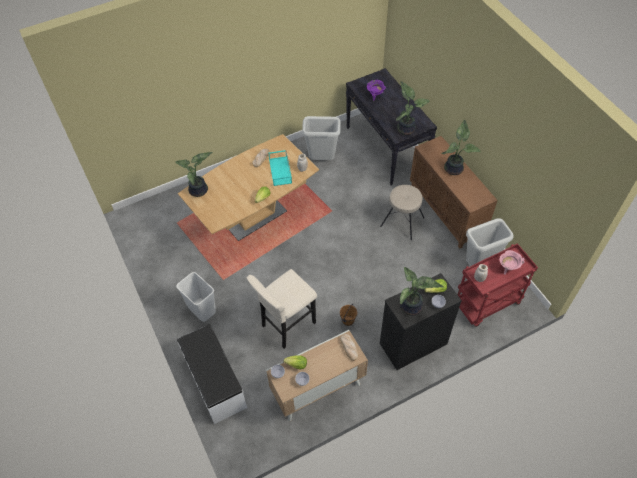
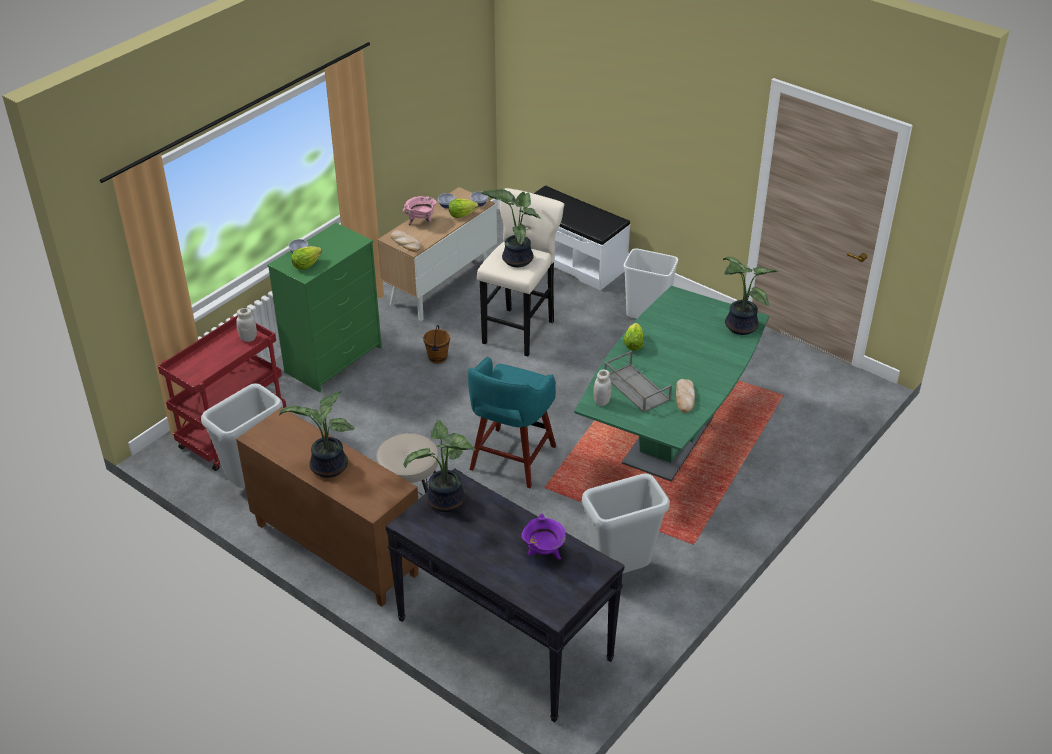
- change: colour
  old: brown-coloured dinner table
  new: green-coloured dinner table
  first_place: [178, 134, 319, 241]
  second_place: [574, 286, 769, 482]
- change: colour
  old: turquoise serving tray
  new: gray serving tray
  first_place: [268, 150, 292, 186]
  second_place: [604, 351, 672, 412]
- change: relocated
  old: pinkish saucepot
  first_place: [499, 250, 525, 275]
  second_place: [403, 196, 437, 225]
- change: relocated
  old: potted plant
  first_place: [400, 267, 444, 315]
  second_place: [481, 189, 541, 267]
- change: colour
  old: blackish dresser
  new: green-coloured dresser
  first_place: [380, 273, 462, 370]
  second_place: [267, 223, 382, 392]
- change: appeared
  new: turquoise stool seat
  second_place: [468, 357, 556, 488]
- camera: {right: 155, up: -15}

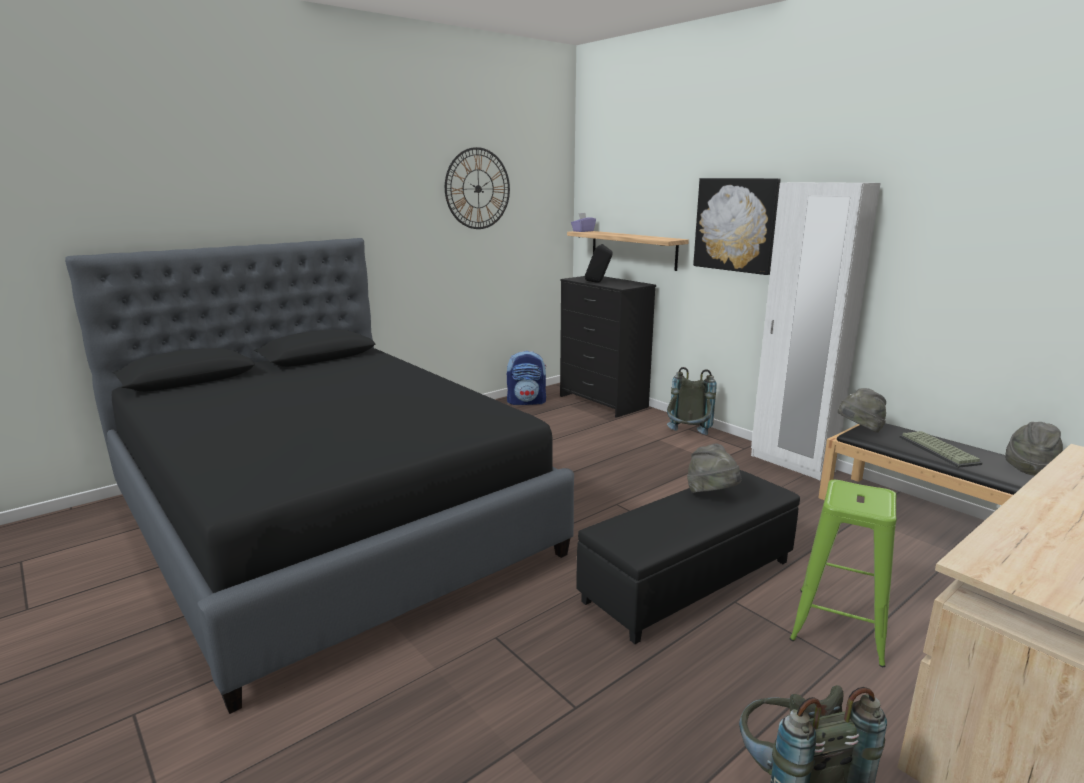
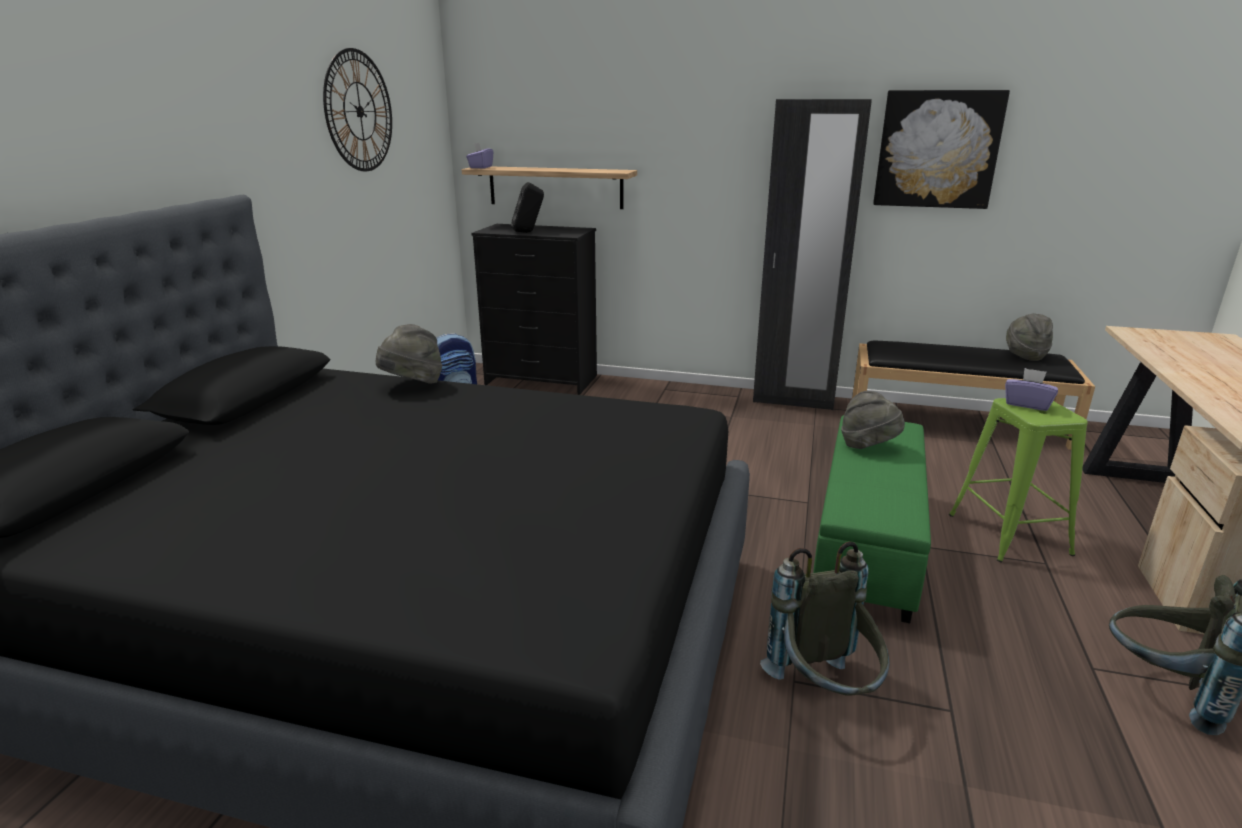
- change: relocated
  old: wall art
  first_place: [693, 178, 780, 275]
  second_place: [873, 90, 1010, 209]
- change: colour
  old: white-coloured wardrobe
  new: blackish wardrobe
  first_place: [751, 182, 881, 480]
  second_place: [753, 99, 872, 410]
- change: relocated
  old: gray knapsack
  first_place: [667, 367, 717, 435]
  second_place: [760, 541, 890, 696]
- change: relocated
  old: gray wearable hat
  first_place: [838, 388, 886, 432]
  second_place: [376, 324, 442, 384]
- change: missing
  old: computer keyboard
  first_place: [899, 431, 982, 468]
- change: colour
  old: blackish footrest
  new: green-coloured footrest
  first_place: [576, 470, 800, 644]
  second_place: [813, 415, 931, 623]
- change: appeared
  new: purplish box of tissues
  second_place: [1005, 368, 1058, 411]
- camera: {right: -35, up: 5}

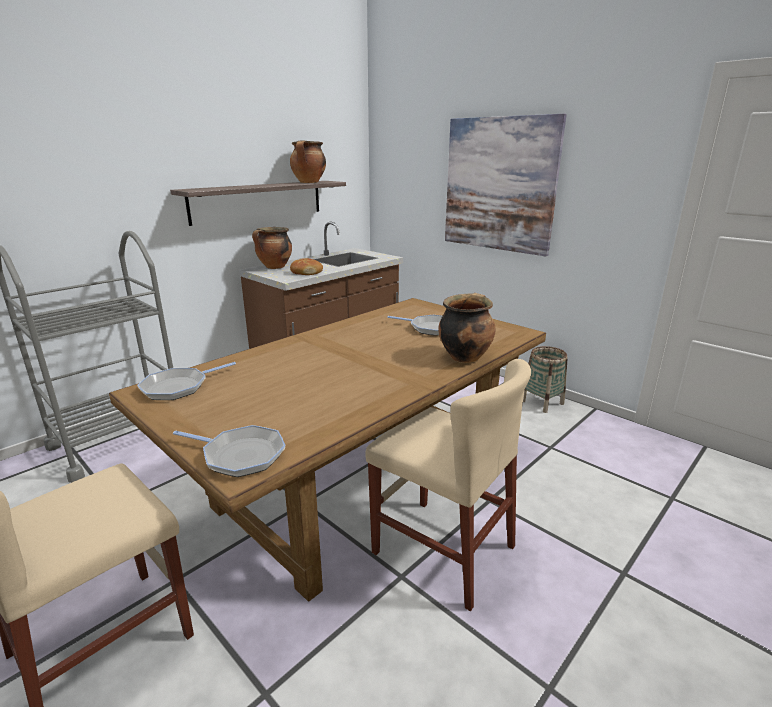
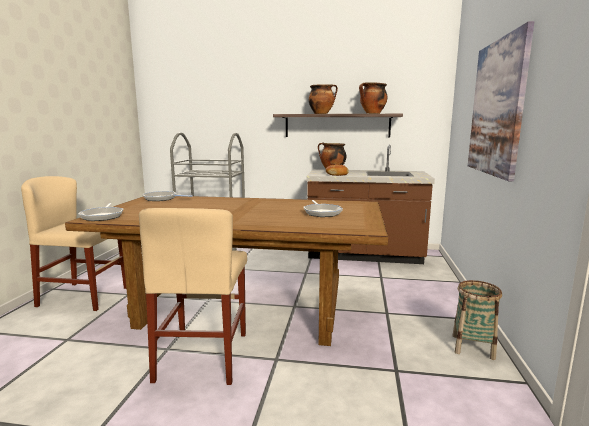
- change: relocated
  old: saucepot
  first_place: [438, 293, 495, 363]
  second_place: [308, 84, 338, 114]
- camera: {right: 55, up: -10}

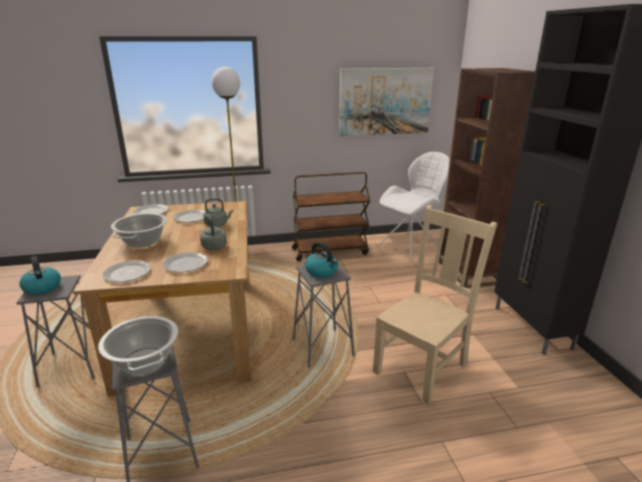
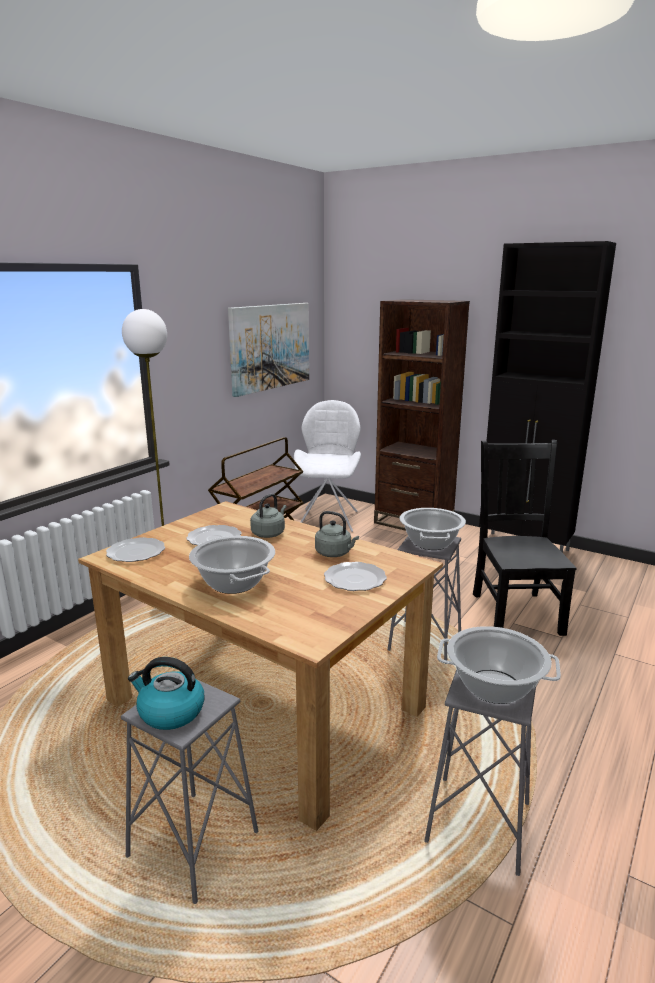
- change: colour
  old: sand-coloured chair
  new: blackish chair
  first_place: [373, 205, 497, 405]
  second_place: [473, 440, 577, 636]
- change: exchanged
  old: water kettle
  new: saucepot
  first_place: [305, 242, 338, 278]
  second_place: [399, 508, 466, 550]
- change: missing
  old: flat dish
  first_place: [103, 260, 151, 282]
- camera: {right: -45, up: -5}

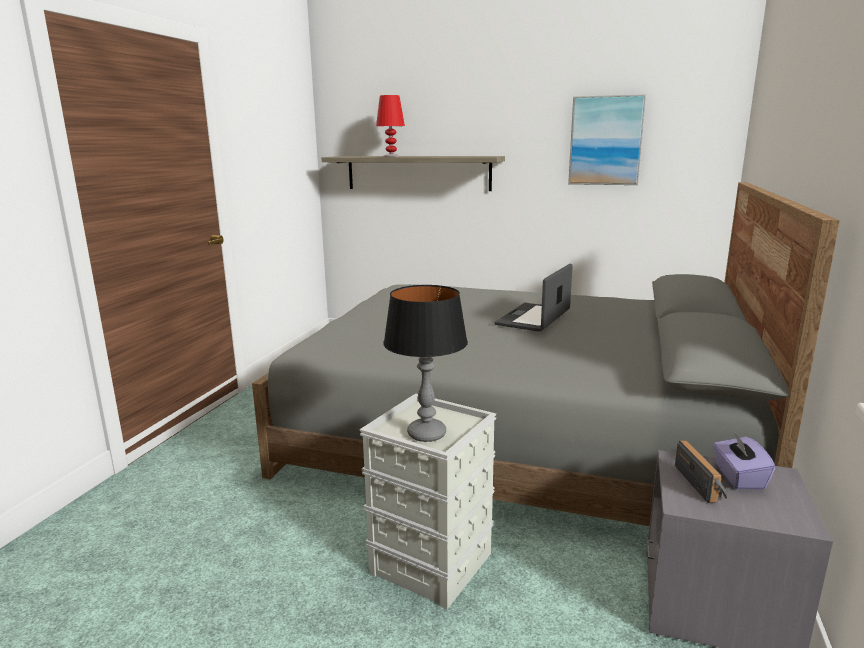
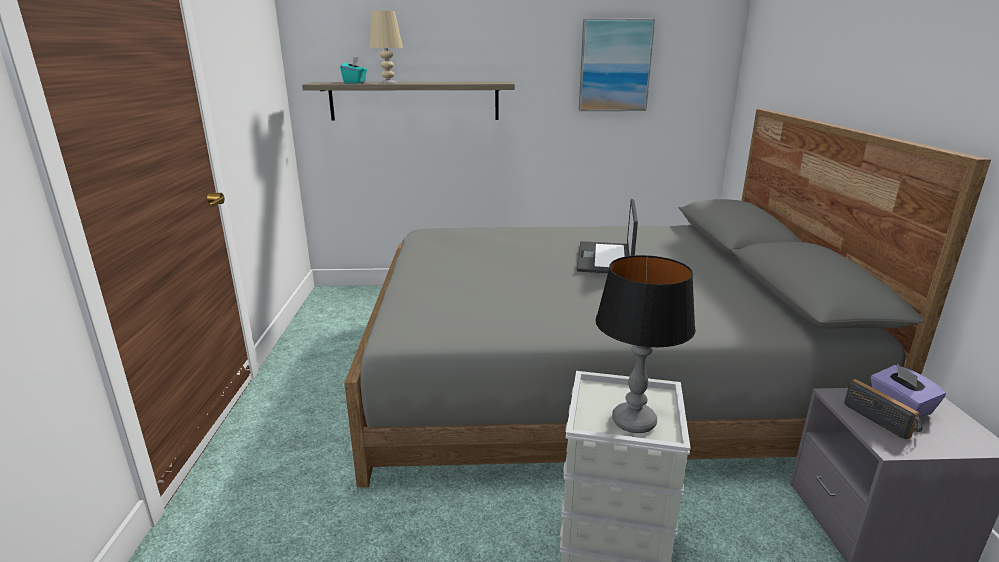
- change: colour
  old: red-coloured lamp for a table
  new: sand-coloured lamp for a table
  first_place: [376, 95, 405, 157]
  second_place: [369, 11, 403, 84]
- change: appeared
  new: turquoise box of tissues
  second_place: [340, 57, 367, 83]
- camera: {right: -20, up: 5}

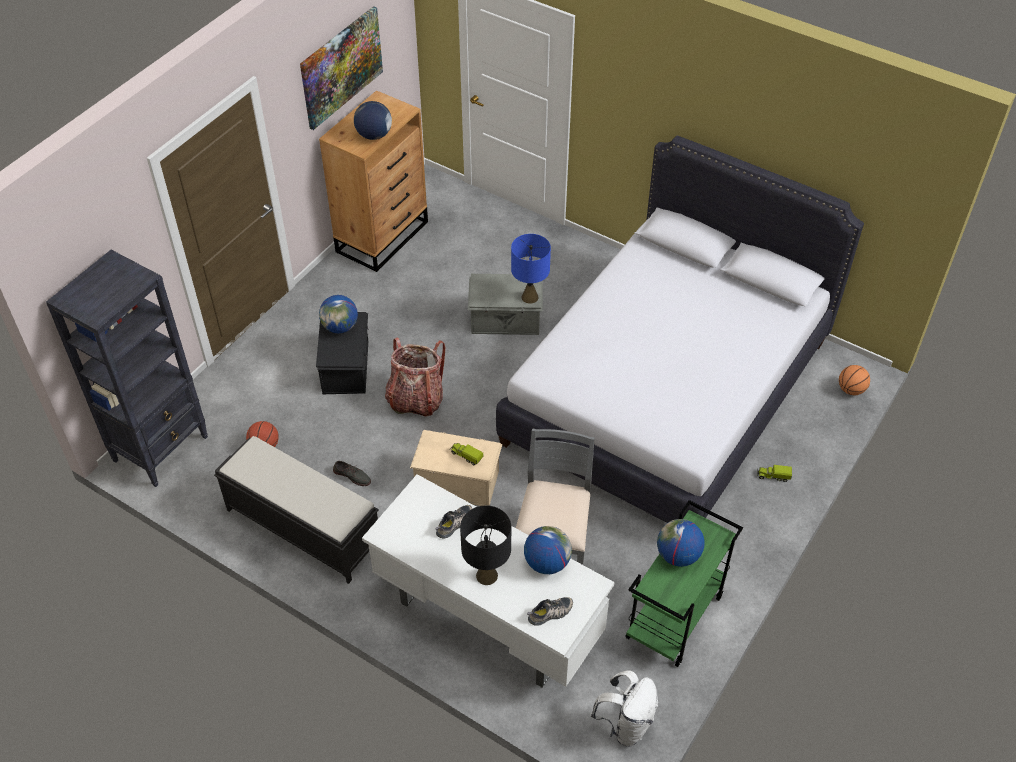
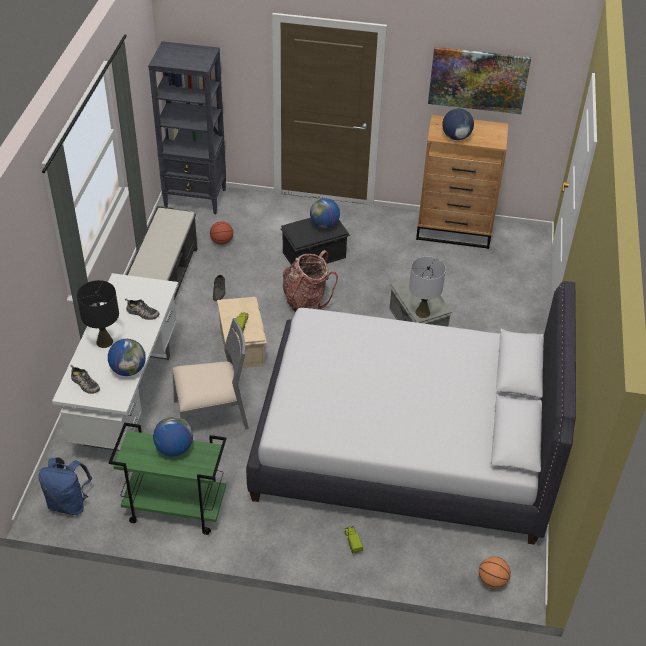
- change: colour
  old: bluish lamp for a table
  new: gray lamp for a table
  first_place: [511, 234, 551, 304]
  second_place: [409, 257, 446, 318]
- change: colour
  old: white-coloured knapsack
  new: bluish knapsack
  first_place: [591, 670, 658, 747]
  second_place: [38, 457, 92, 515]
- camera: {right: 65, up: -5}

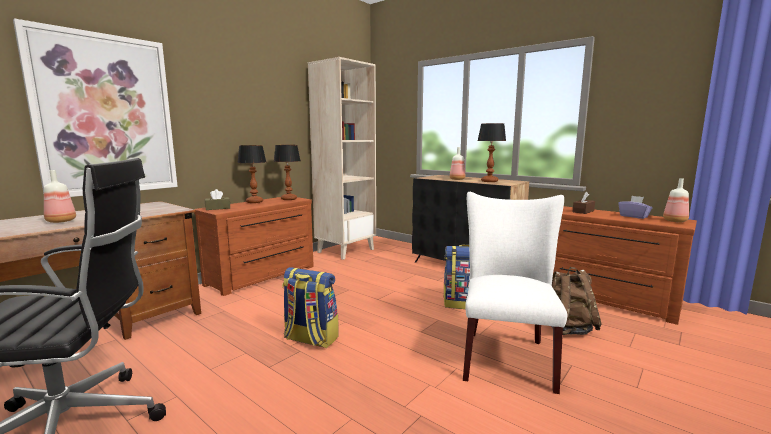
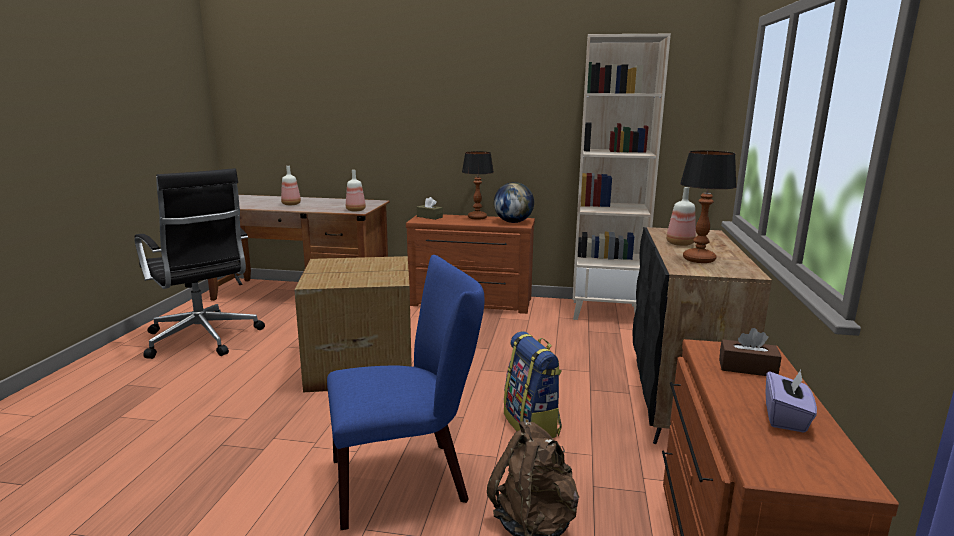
- change: missing
  old: wall art
  first_place: [13, 19, 178, 197]
- change: exchanged
  old: lamp for a table
  new: world globe
  first_place: [274, 145, 300, 200]
  second_place: [494, 182, 534, 223]
- change: relocated
  old: drink bottle
  first_place: [663, 178, 689, 222]
  second_place: [346, 170, 366, 211]
- change: colour
  old: white-coloured chair
  new: bluish chair
  first_place: [463, 192, 567, 394]
  second_place: [327, 255, 485, 530]
- change: exchanged
  old: knapsack
  new: packing box
  first_place: [282, 267, 338, 348]
  second_place: [294, 256, 412, 392]
- camera: {right: 60, up: 5}

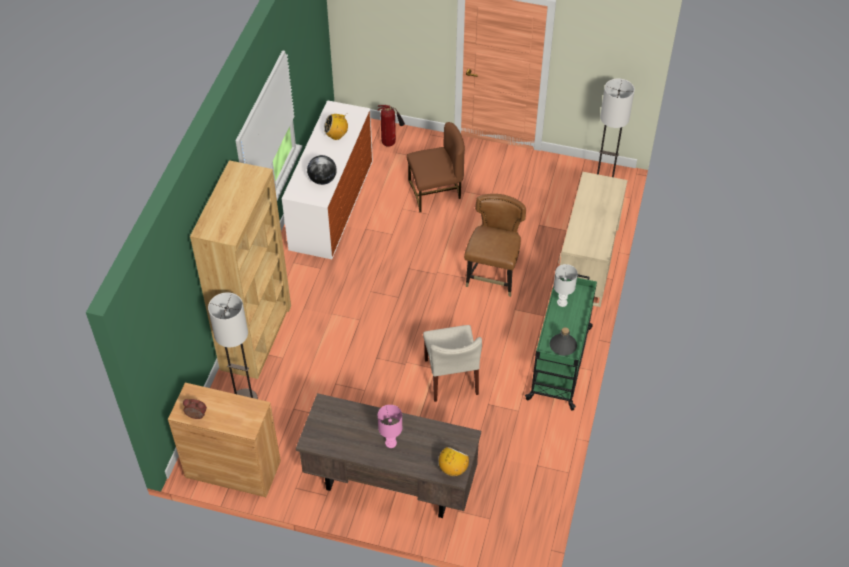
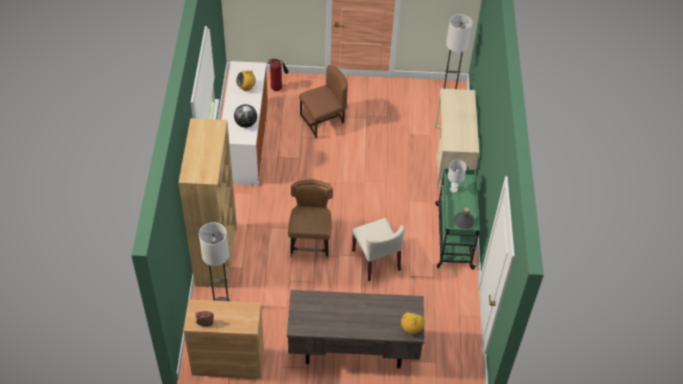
- change: relocated
  old: brown-coloured chair
  first_place: [464, 194, 526, 297]
  second_place: [288, 179, 333, 259]
- change: missing
  old: pinkish lamp for a table
  first_place: [378, 405, 402, 448]
- camera: {right: -15, up: 0}

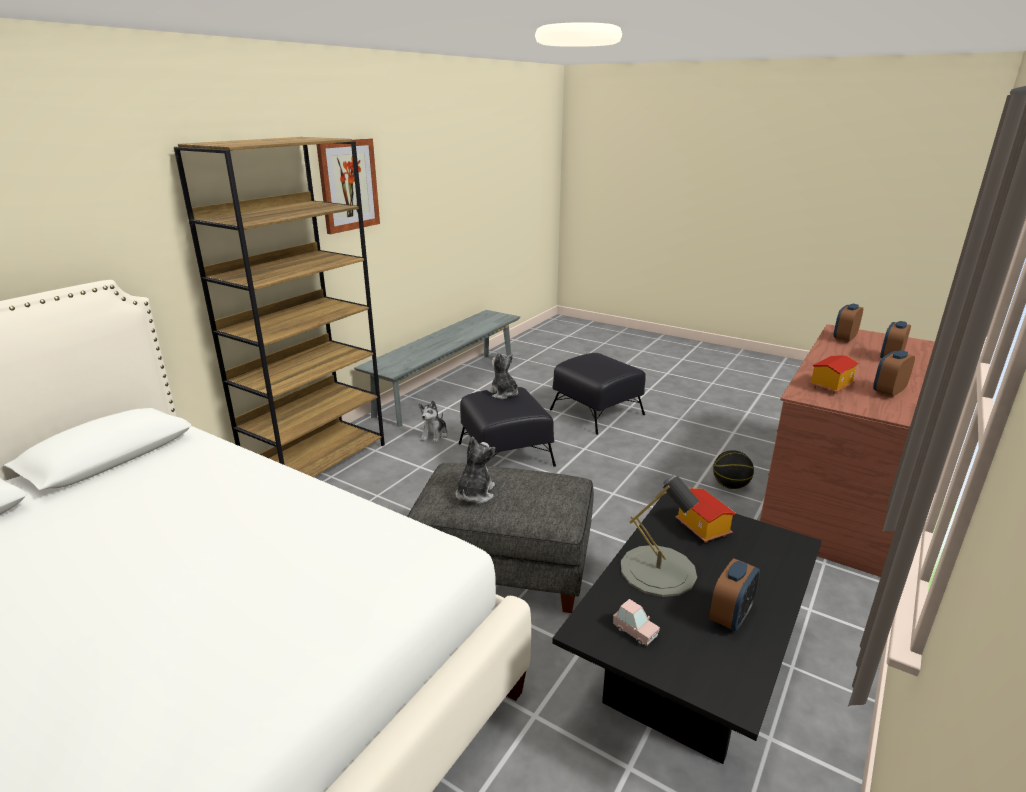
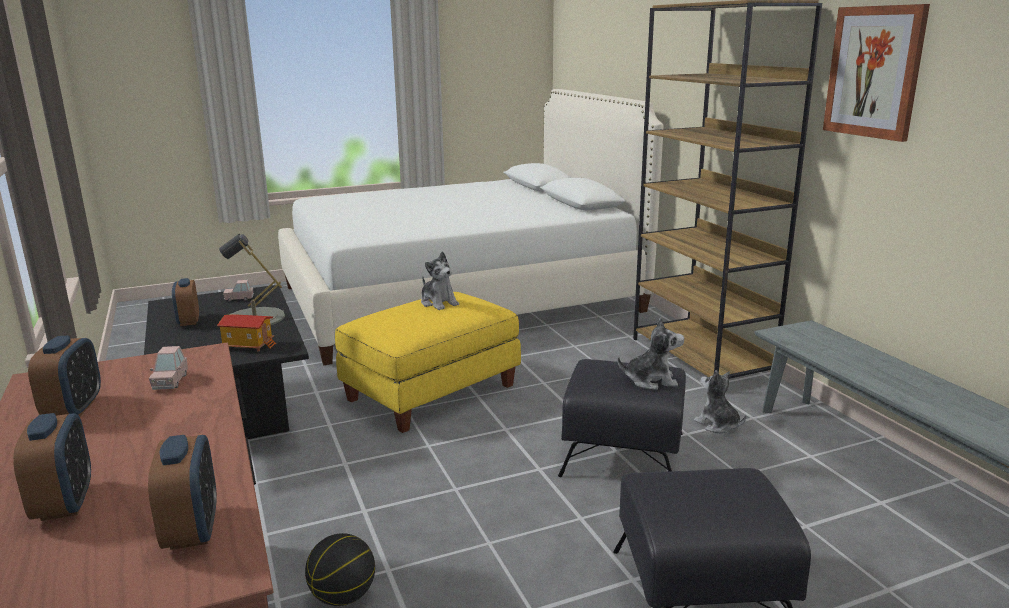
- change: exchanged
  old: model house
  new: pinkish toy car
  first_place: [809, 355, 859, 394]
  second_place: [149, 346, 188, 390]
- change: colour
  old: gray footrest
  new: yellowish footrest
  first_place: [407, 463, 594, 613]
  second_place: [335, 292, 521, 433]
- camera: {right: 125, up: -5}

